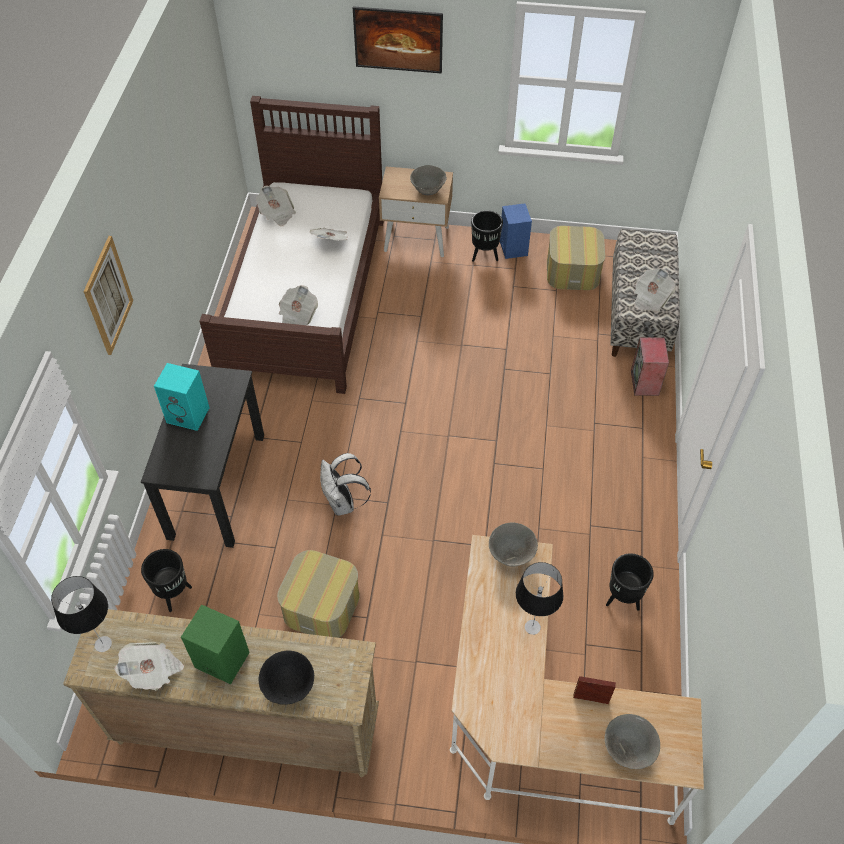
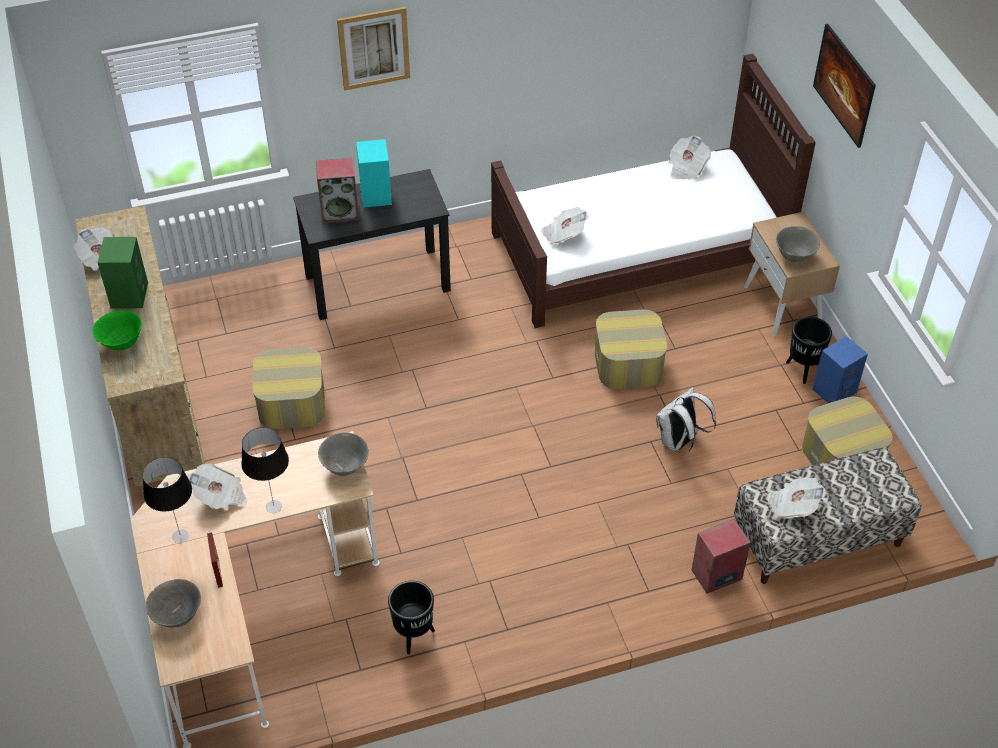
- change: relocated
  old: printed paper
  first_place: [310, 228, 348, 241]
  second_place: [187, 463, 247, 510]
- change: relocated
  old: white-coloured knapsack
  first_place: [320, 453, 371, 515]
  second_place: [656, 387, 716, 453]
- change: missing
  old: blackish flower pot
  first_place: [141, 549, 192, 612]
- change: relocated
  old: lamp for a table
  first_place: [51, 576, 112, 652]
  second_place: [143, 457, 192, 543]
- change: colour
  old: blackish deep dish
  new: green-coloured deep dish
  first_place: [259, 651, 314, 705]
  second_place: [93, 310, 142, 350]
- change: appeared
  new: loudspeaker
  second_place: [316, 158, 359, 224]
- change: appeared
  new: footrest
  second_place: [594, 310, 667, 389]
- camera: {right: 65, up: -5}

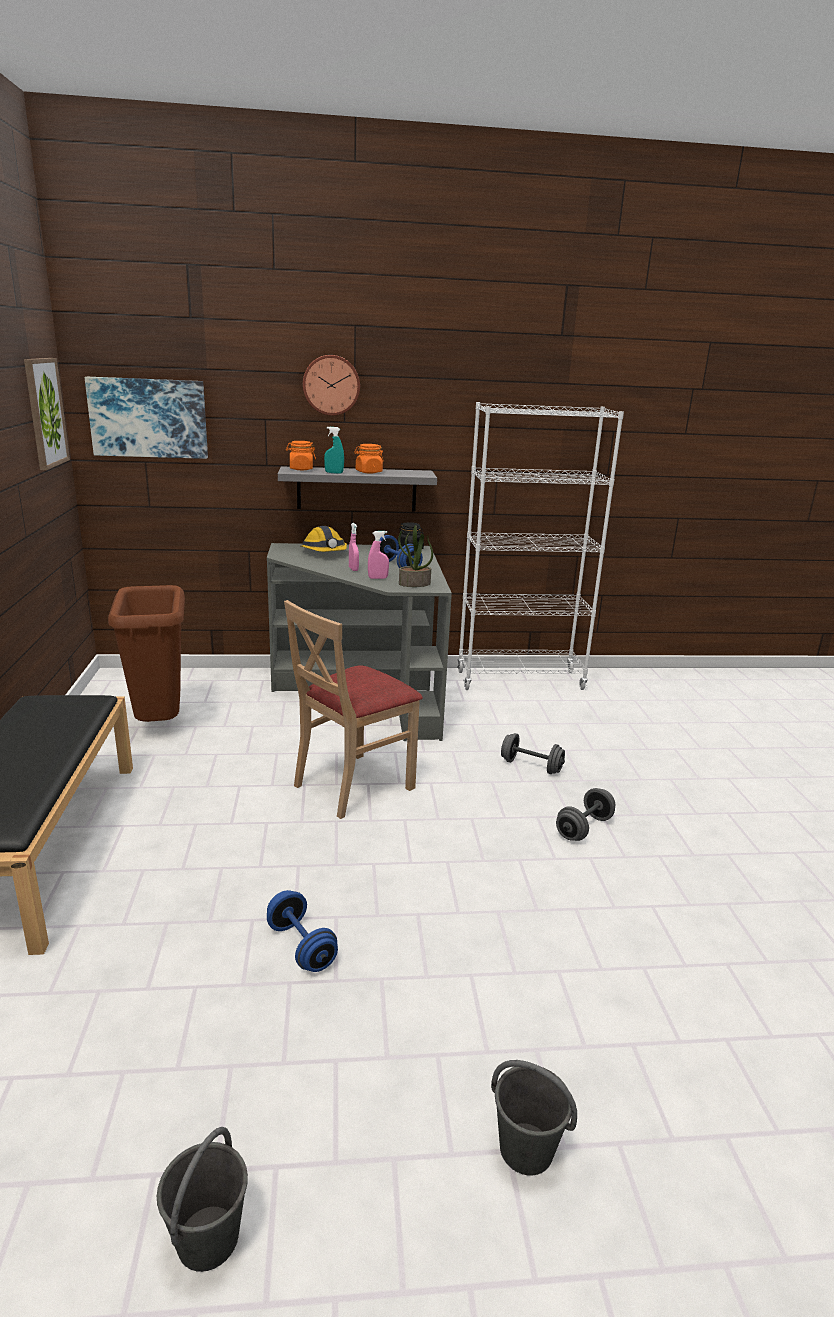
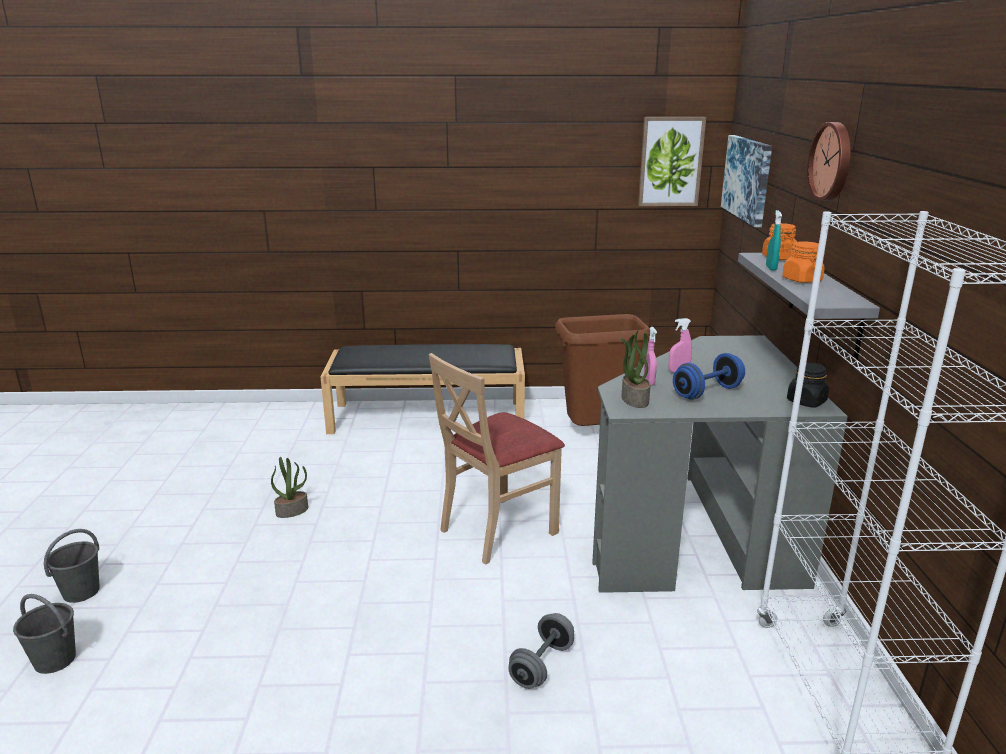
- change: missing
  old: hard hat
  first_place: [300, 526, 347, 552]
- change: spun
  old: sand-coloured chair
  first_place: [284, 600, 423, 819]
  second_place: [429, 353, 565, 565]
  degrees: -90
- change: missing
  old: gray hand weight
  first_place: [556, 788, 615, 841]
- change: exchanged
  old: bluish hand weight
  new: potted plant
  first_place: [267, 890, 338, 972]
  second_place: [271, 457, 308, 518]
- change: relocated
  old: gray water bucket
  first_place: [157, 1127, 248, 1272]
  second_place: [13, 594, 76, 674]
- camera: {right: 95, up: 0}

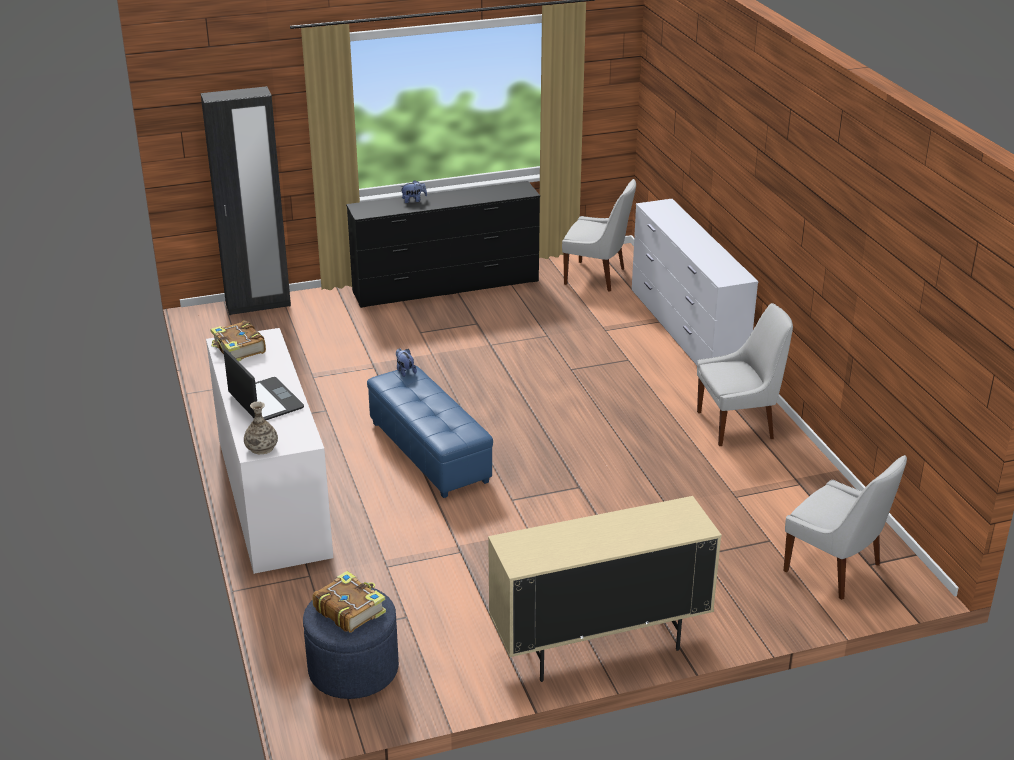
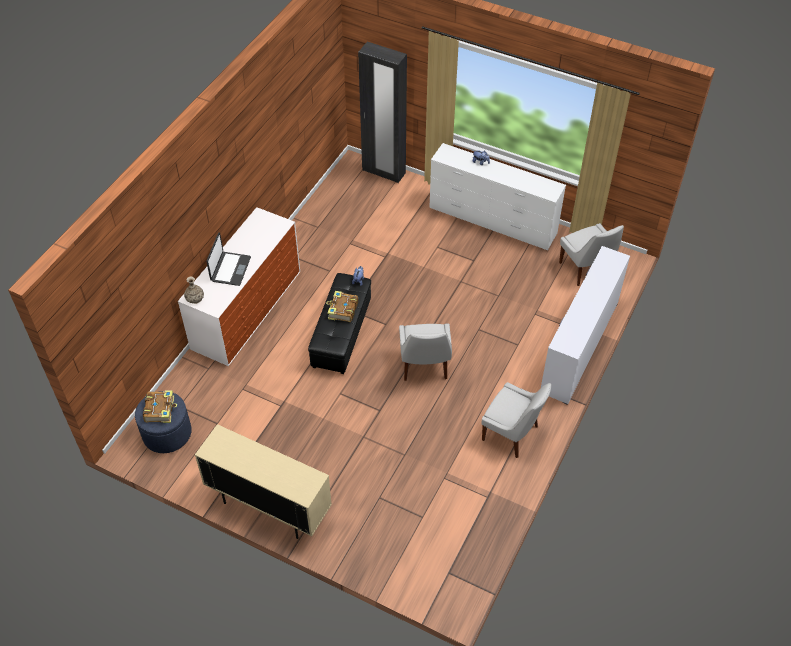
- change: colour
  old: blackish dresser
  new: white-coloured dresser
  first_place: [346, 181, 540, 308]
  second_place: [429, 143, 566, 250]
- change: relocated
  old: bound book
  first_place: [210, 321, 266, 361]
  second_place: [326, 291, 358, 322]
- change: colour
  old: bluish footrest
  new: blackish footrest
  first_place: [367, 366, 493, 498]
  second_place: [308, 273, 371, 374]
- change: relocated
  old: white-coloured chair
  first_place: [784, 455, 907, 600]
  second_place: [399, 324, 452, 381]
- camera: {right: 45, up: 20}

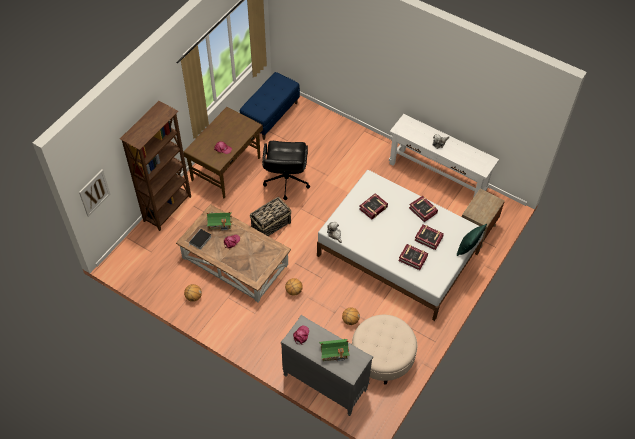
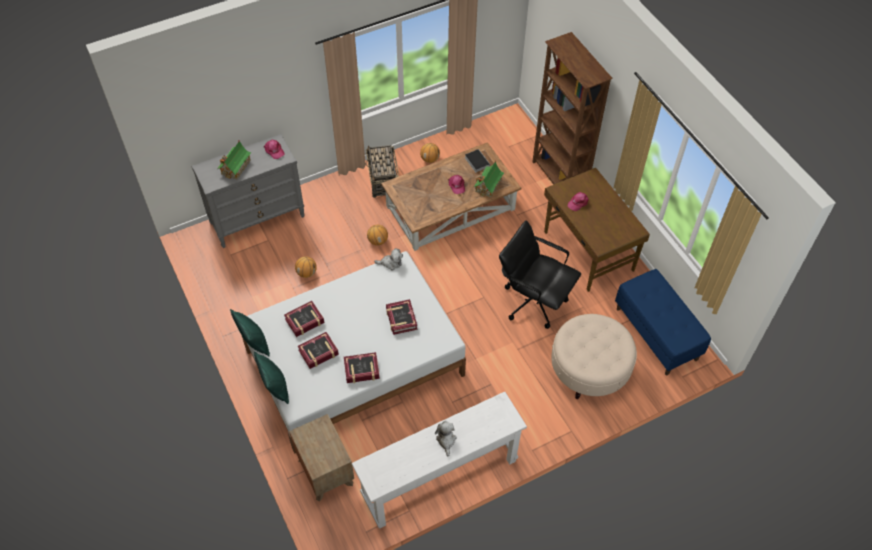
- change: missing
  old: wall art
  first_place: [79, 170, 111, 217]
- change: relocated
  old: basket
  first_place: [250, 197, 291, 236]
  second_place: [366, 145, 399, 198]
- change: relocated
  old: sand-coloured footrest
  first_place: [352, 315, 417, 385]
  second_place: [551, 314, 637, 399]
- change: appeared
  new: green-coloured throw pillow
  second_place: [230, 309, 270, 356]
- camera: {right: 120, up: 0}

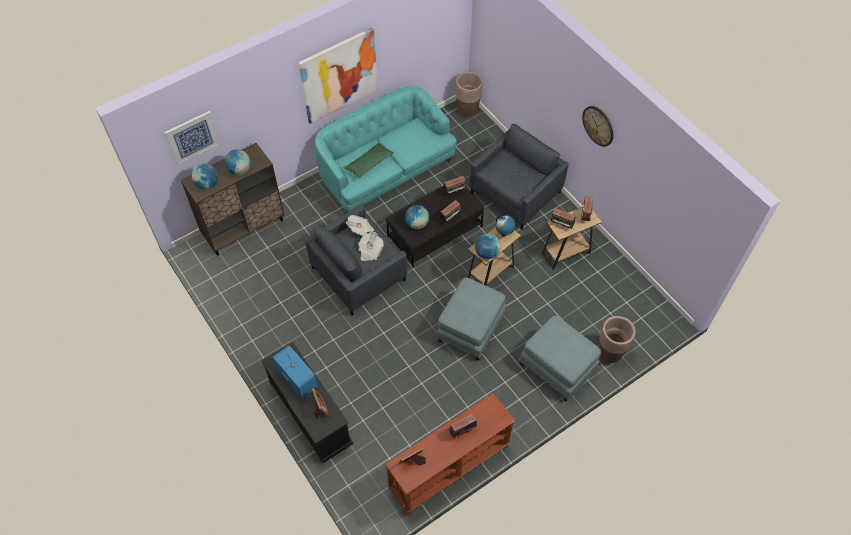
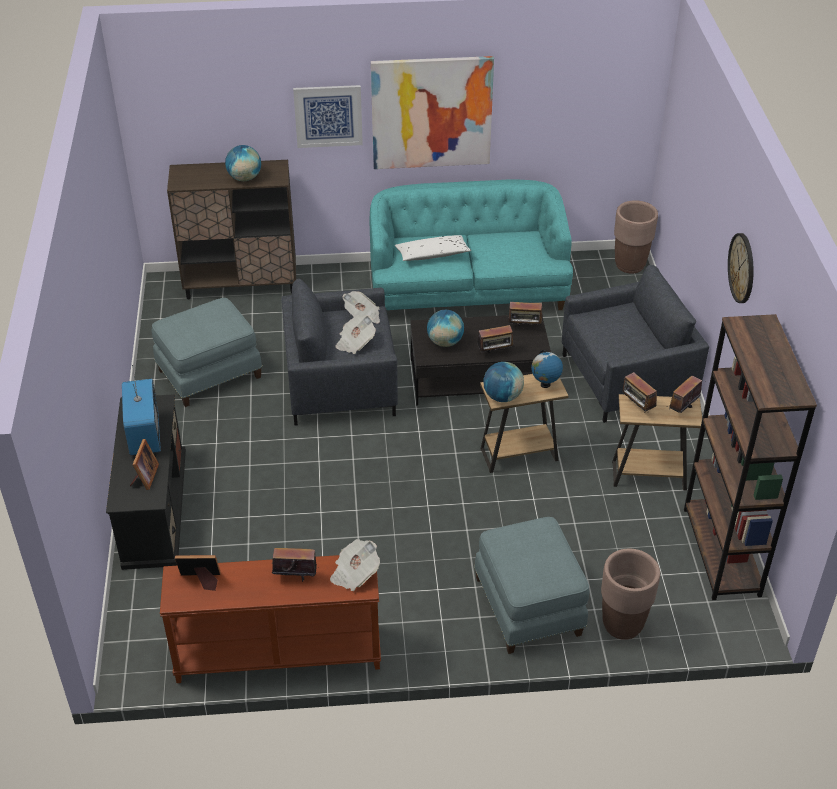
- change: relocated
  old: wall art
  first_place: [164, 111, 221, 166]
  second_place: [293, 85, 363, 148]
- change: colour
  old: green-coloured throw pillow
  new: white-coloured throw pillow
  first_place: [344, 143, 394, 179]
  second_place: [395, 235, 472, 261]
- change: missing
  old: world globe
  first_place: [192, 163, 218, 189]
- change: relocated
  old: bluish footrest
  first_place: [436, 278, 506, 361]
  second_place: [152, 298, 262, 407]
- change: appeared
  new: brown-coloured bookshelf
  second_place: [684, 314, 817, 600]
- change: appeared
  new: printed paper
  second_place: [330, 539, 380, 591]
- camera: {right: 30, up: -15}

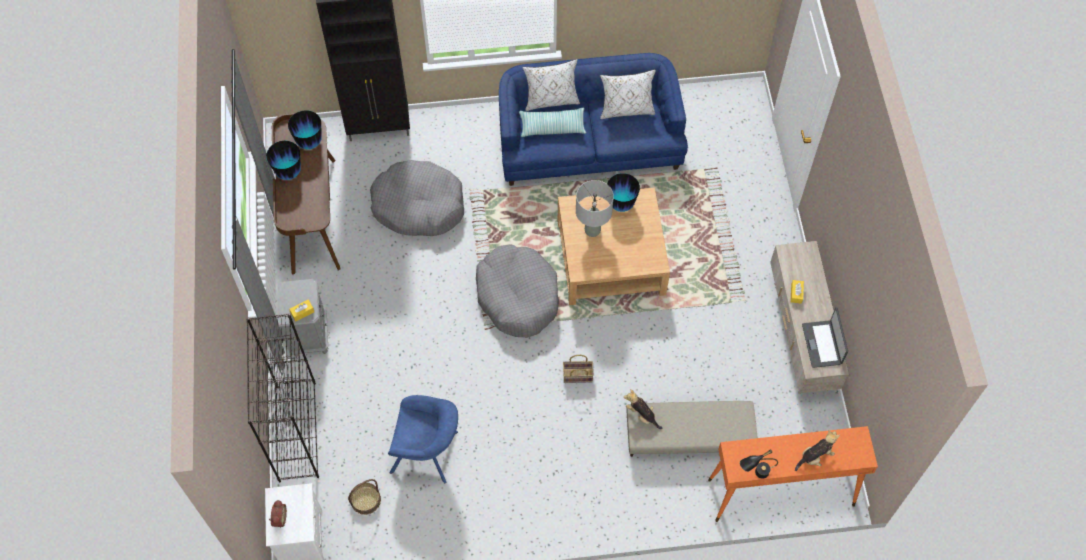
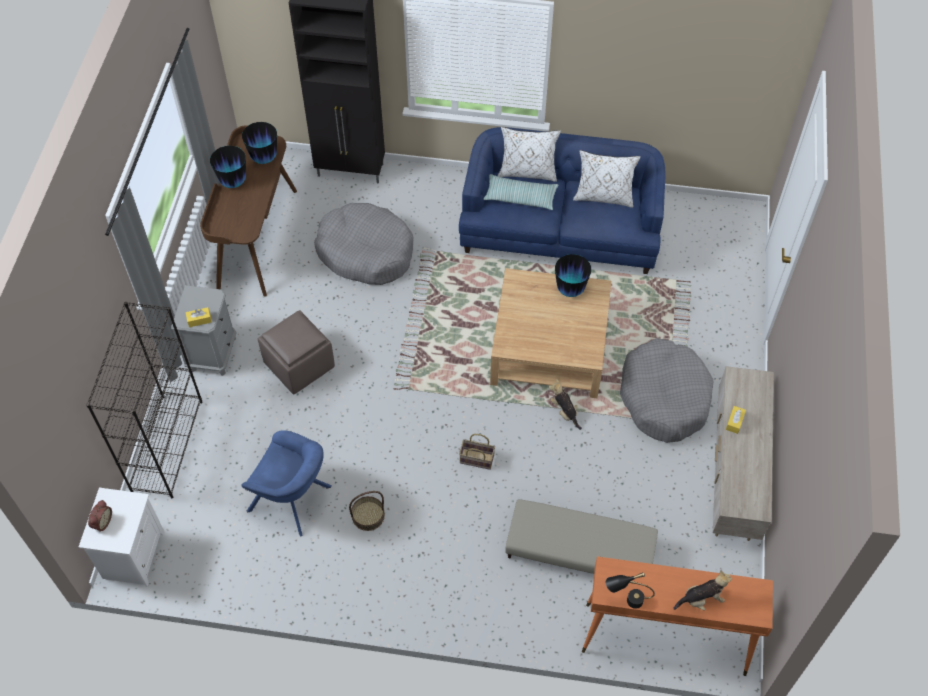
- change: missing
  old: gray lamp for a table
  first_place: [576, 180, 614, 237]
- change: relocated
  old: gray dog cushion
  first_place: [476, 245, 558, 338]
  second_place: [620, 338, 714, 443]
- change: missing
  old: notebook computer
  first_place: [802, 308, 848, 368]
- change: relocated
  old: cuddly toy
  first_place: [624, 389, 662, 429]
  second_place: [549, 379, 582, 430]
- change: relocated
  old: basket
  first_place: [348, 479, 381, 515]
  second_place: [349, 491, 385, 531]
- change: appeared
  new: brown-coloured footrest
  second_place: [258, 310, 335, 395]
- camera: {right: 15, up: -5}

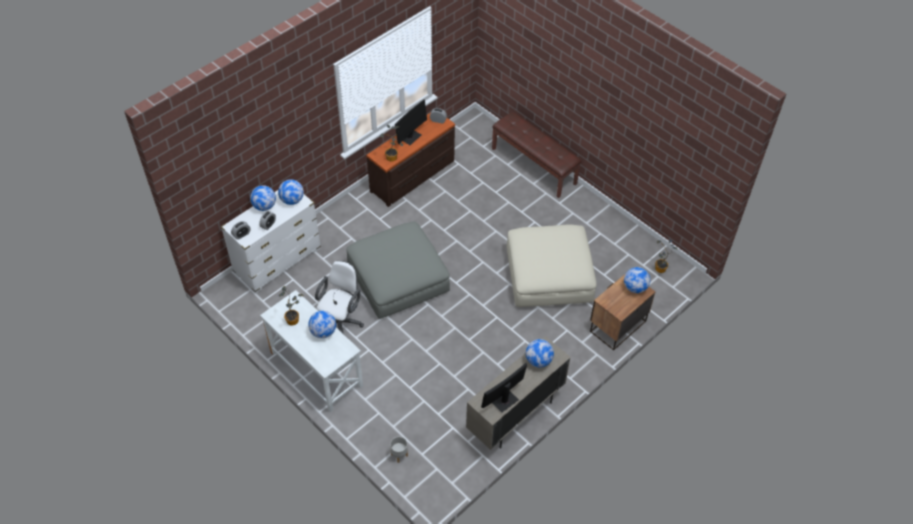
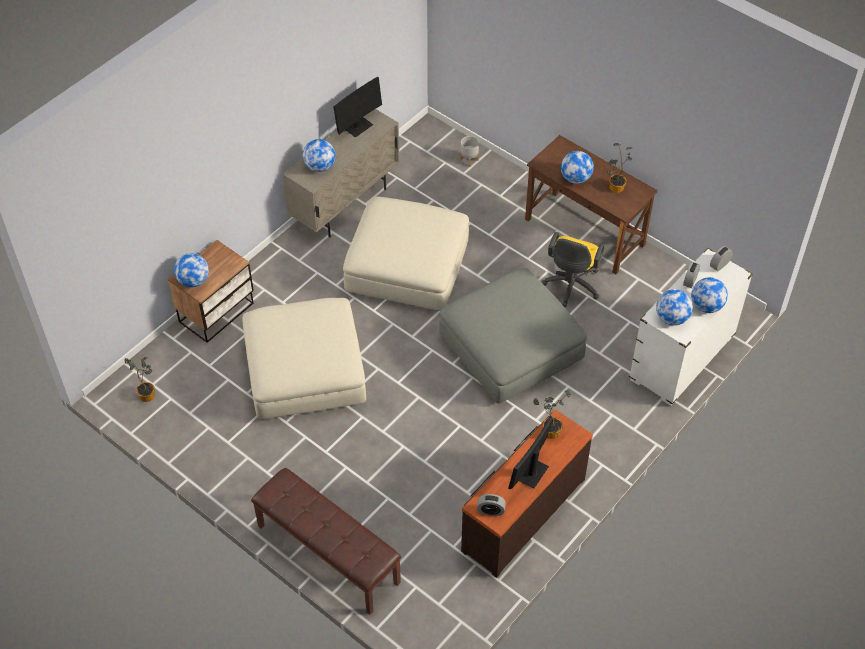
- change: colour
  old: white-coloured computer chair
  new: yellowish computer chair
  first_place: [315, 261, 364, 333]
  second_place: [542, 232, 604, 307]
- change: colour
  old: white-coloured desk
  new: brown-coloured desk
  first_place: [260, 290, 363, 412]
  second_place: [525, 135, 658, 274]
- change: appeared
  new: sand-coloured footrest
  second_place: [343, 197, 469, 311]
- camera: {right: 175, up: 0}

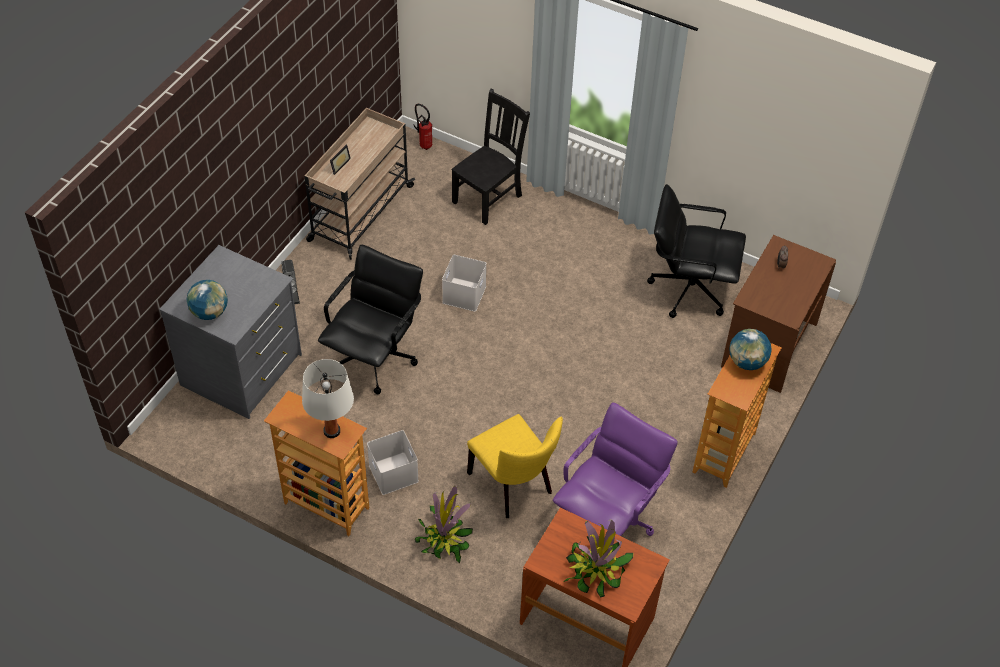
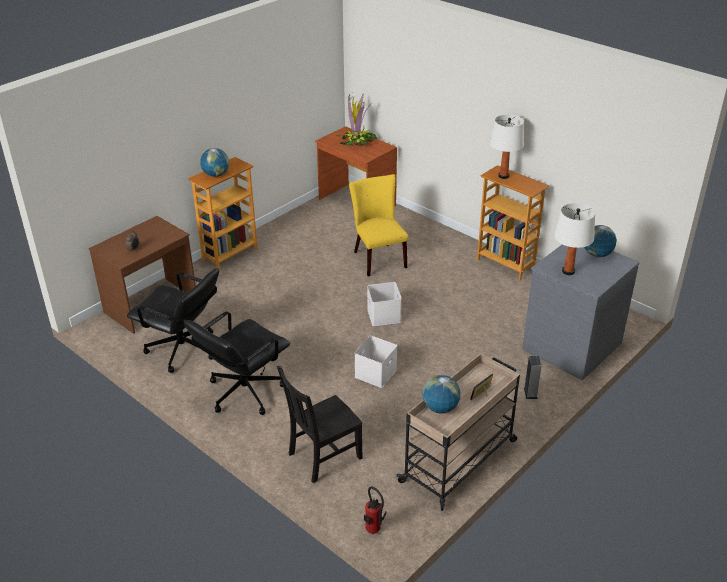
- change: relocated
  old: blackish computer chair
  first_place: [318, 245, 423, 394]
  second_place: [184, 311, 290, 415]
- change: missing
  old: purplish computer chair
  first_place: [553, 402, 678, 536]
- change: relocated
  old: white-coloured storage box
  first_place: [367, 430, 419, 495]
  second_place: [367, 282, 402, 326]
- change: missing
  old: potted plant
  first_place: [415, 486, 473, 563]
- change: appeared
  new: white-coloured lamp for a table
  second_place: [554, 203, 595, 275]
- change: appeared
  new: world globe
  second_place: [423, 375, 461, 413]
- camera: {right: -165, up: -15}

